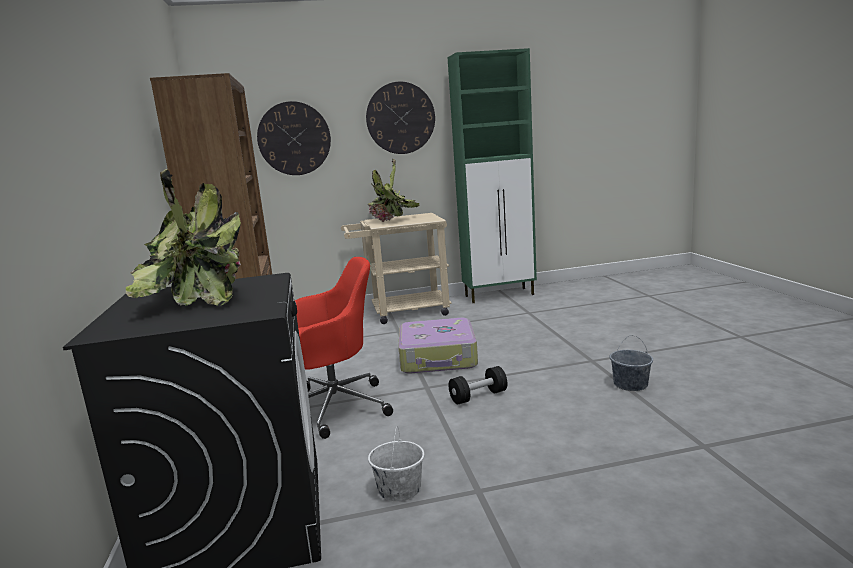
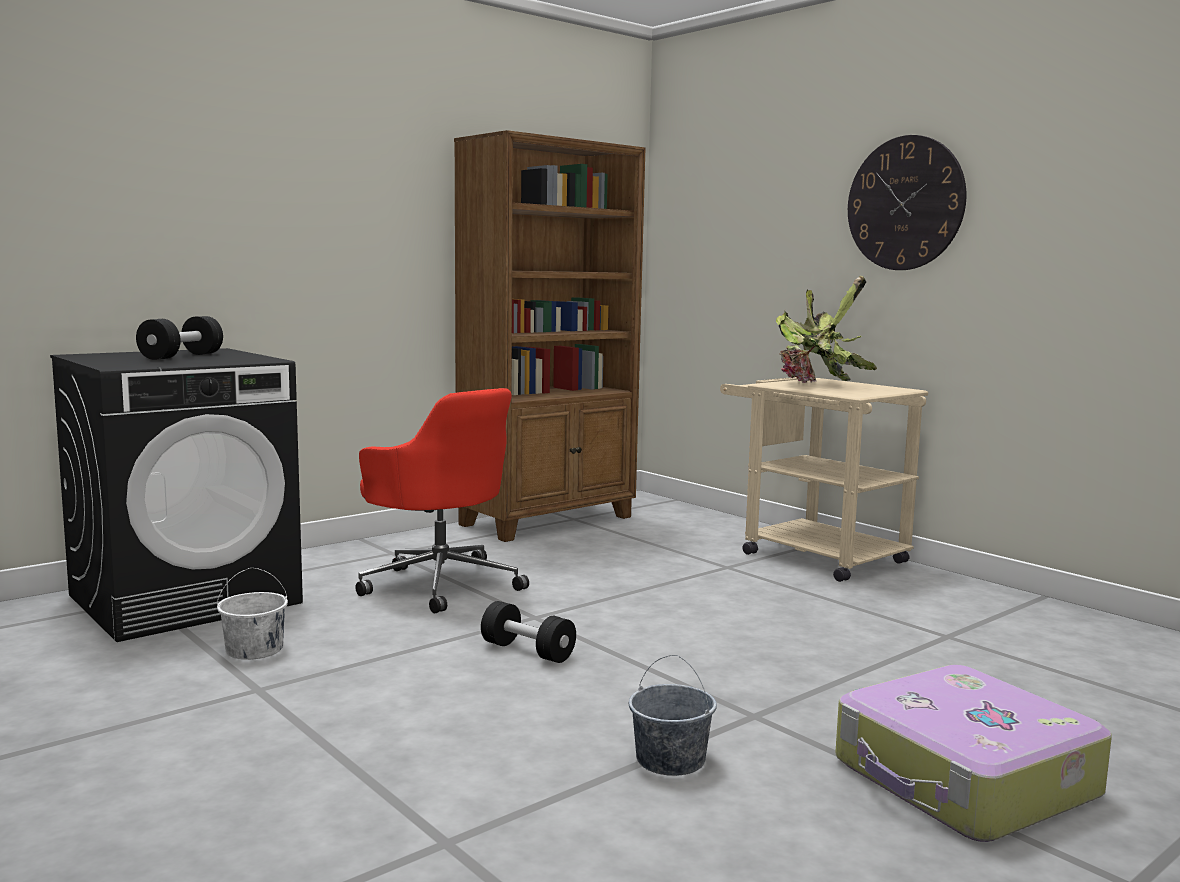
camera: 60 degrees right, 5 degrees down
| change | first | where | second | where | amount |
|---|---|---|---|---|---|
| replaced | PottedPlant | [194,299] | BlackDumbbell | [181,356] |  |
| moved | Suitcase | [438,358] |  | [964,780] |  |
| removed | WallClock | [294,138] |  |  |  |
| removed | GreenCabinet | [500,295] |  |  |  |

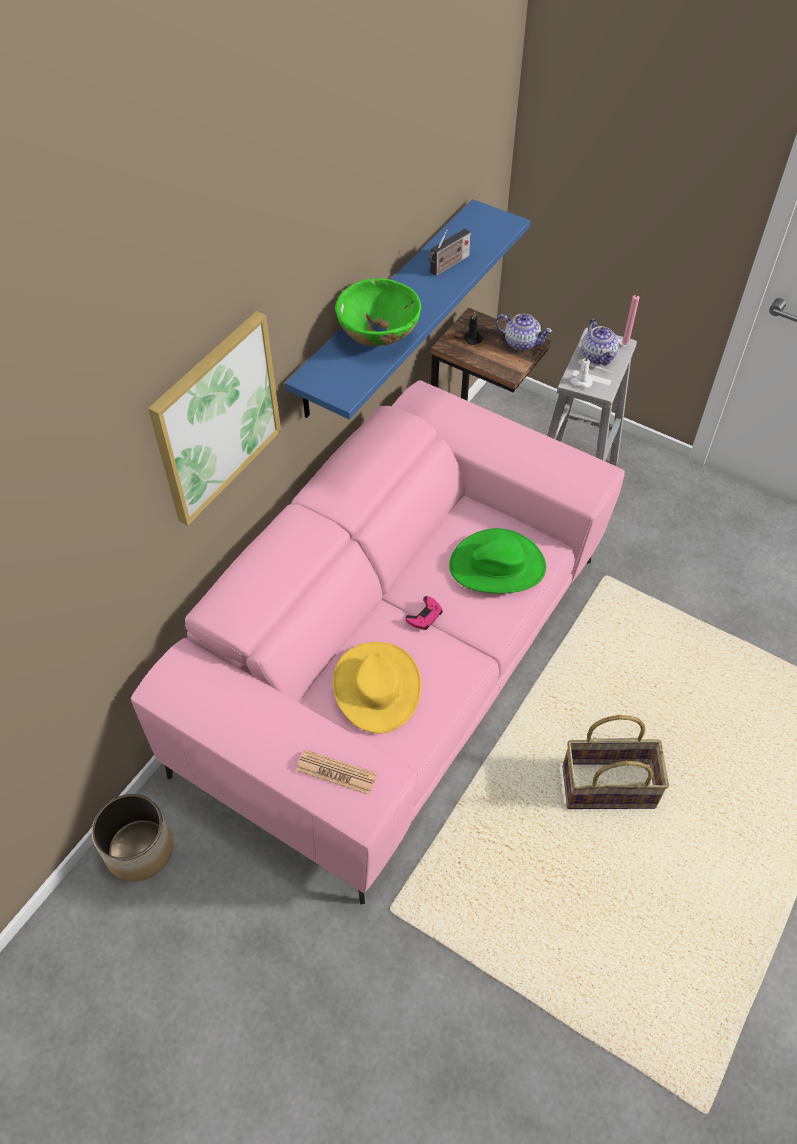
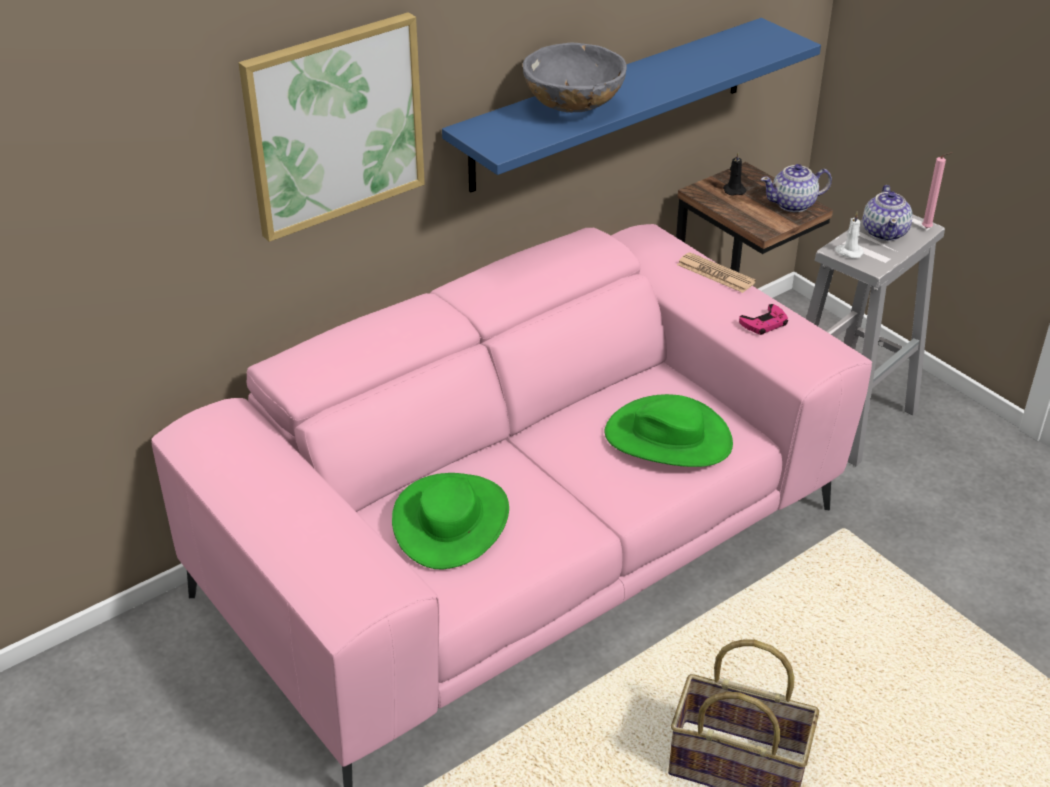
camera: 20 degrees right, 15 degrees down
| change | first | where | second | where | amount |
|---|---|---|---|---|---|
| recoloured | YellowHat | [377,687] | GreenHat | [452,521] |  |
| recoloured | GreenBowl | [379,337] | GreyBowl | [573,110] |  |
| moved | Newspaper | [336,772] |  | [715,273] |  |
| moved | PinkGameController | [425,616] |  | [764,323] |  |
| turned | Teapot | [521,342] |  | [793,204] | 120 degrees clockwise |
| removed | Planter | [139,848] |  |  |  |
| removed | Radio | [448,265] |  |  |  |

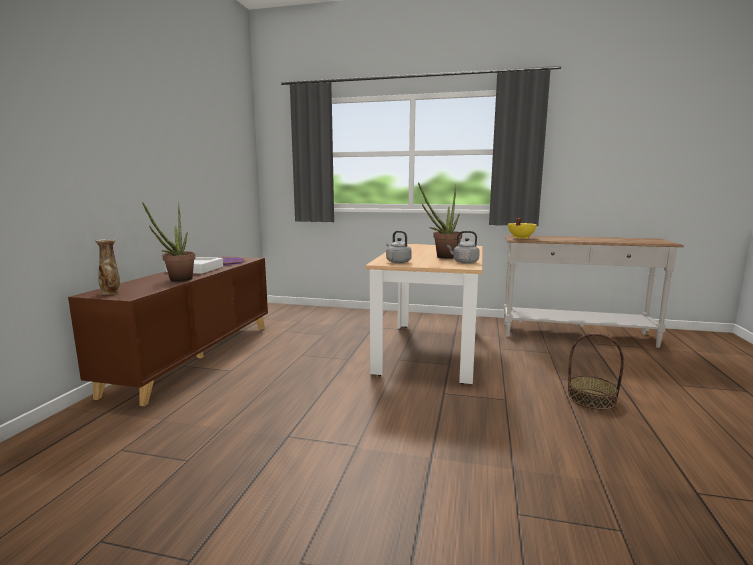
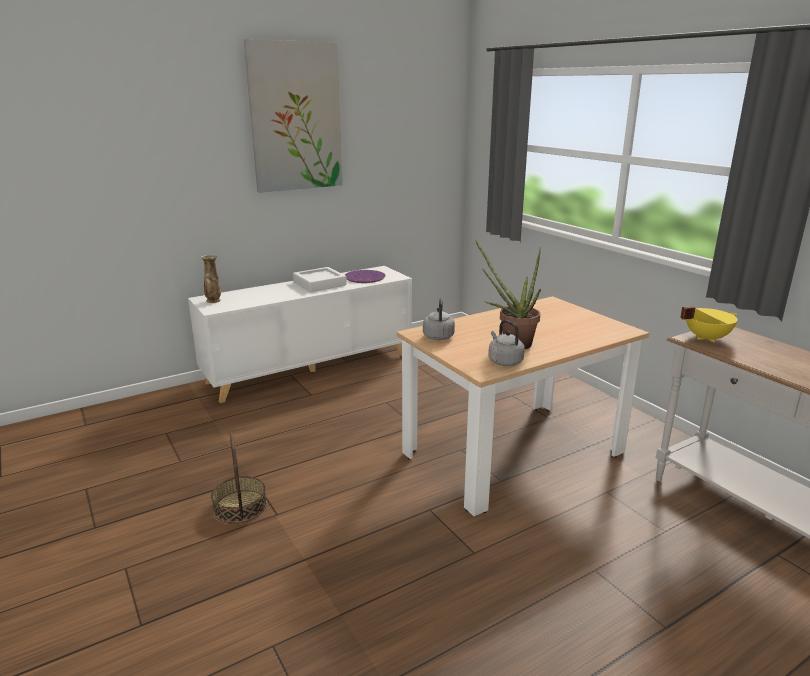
camera: 45 degrees right, 10 degrees up
| change | first | where | second | where | amount |
|---|---|---|---|---|---|
| recoloured | BrownCabinet | [196,356] | WhiteCabinet | [311,368] |  |
| moved | Basket | [591,399] |  | [240,506] |  |
| added |  |  | Picture | [295,117] |  |
| removed | PottedPlant | [177,280] |  |  |  |

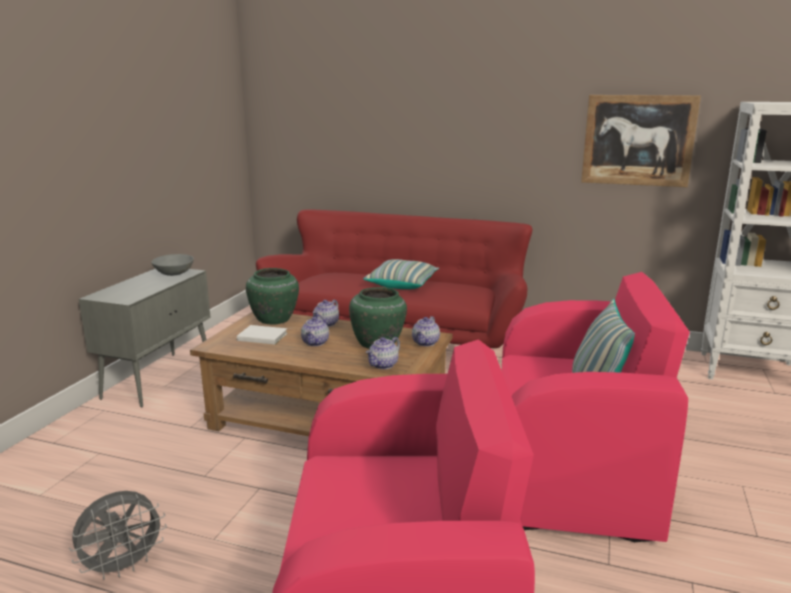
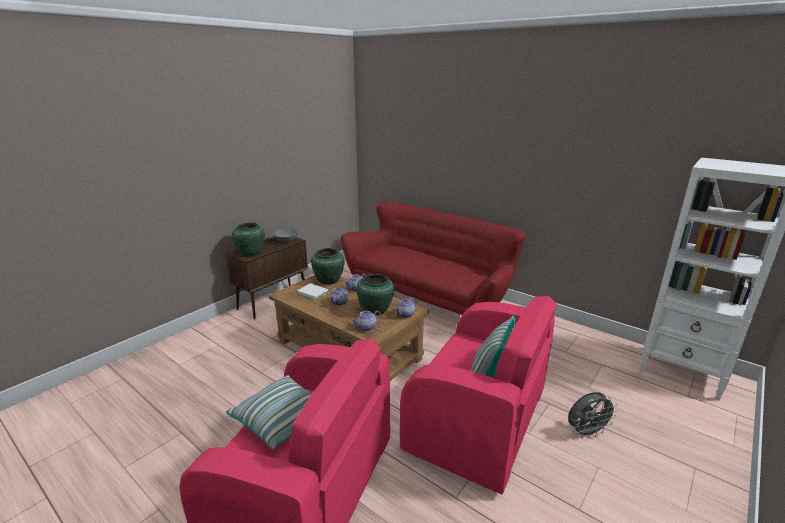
camera: 20 degrees right, 5 degrees up
| change | first | where | second | where | amount |
|---|---|---|---|---|---|
| recoloured | GreyCabinet | [159,378] | BrownCabinet | [274,301] |  |
| moved | Pillow | [402,284] |  | [281,419] |  |
| added |  |  | GreenVase | [251,253] |  |
| moved | GreyFan | [123,567] |  | [586,432] |  |
| removed | Picture | [638,140] |  |  |  |

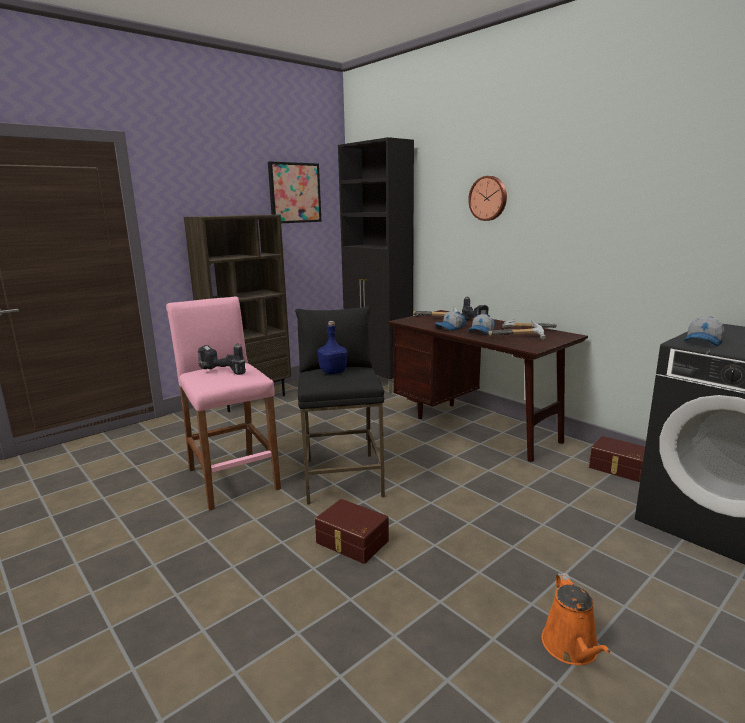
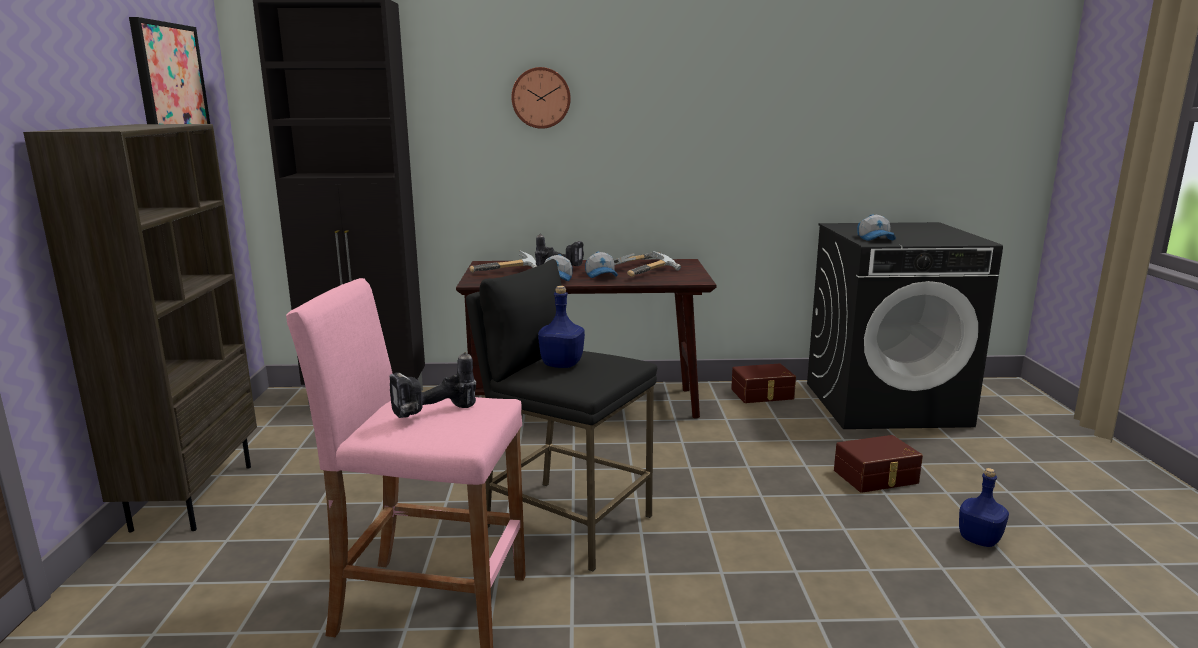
camera: 50 degrees left, 0 degrees up
| change | first | where | second | where | amount |
|---|---|---|---|---|---|
| moved | BrownStorageBox | [351,542] |  | [877,477] |  |
| replaced | OrangeWateringCan | [572,648] | BlueBottle | [979,539] |  |

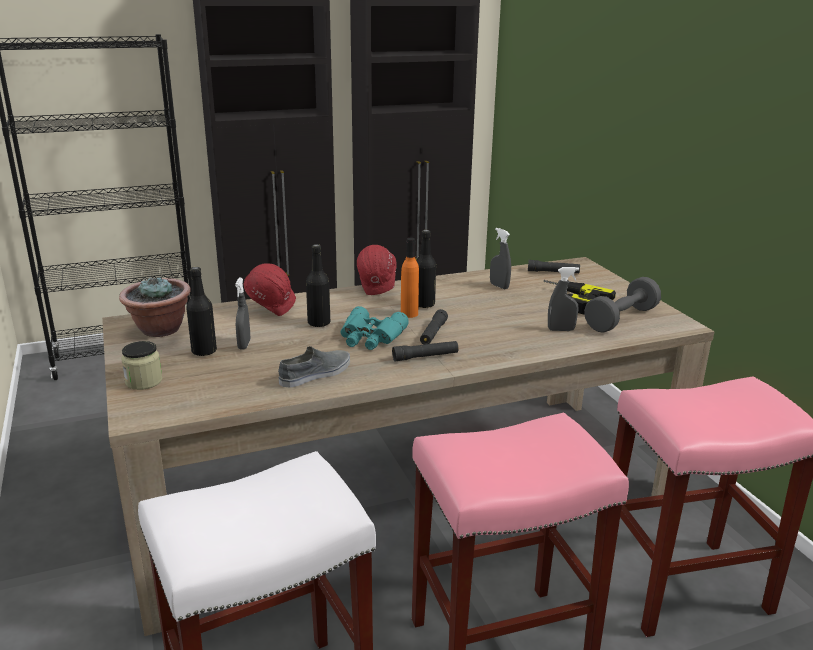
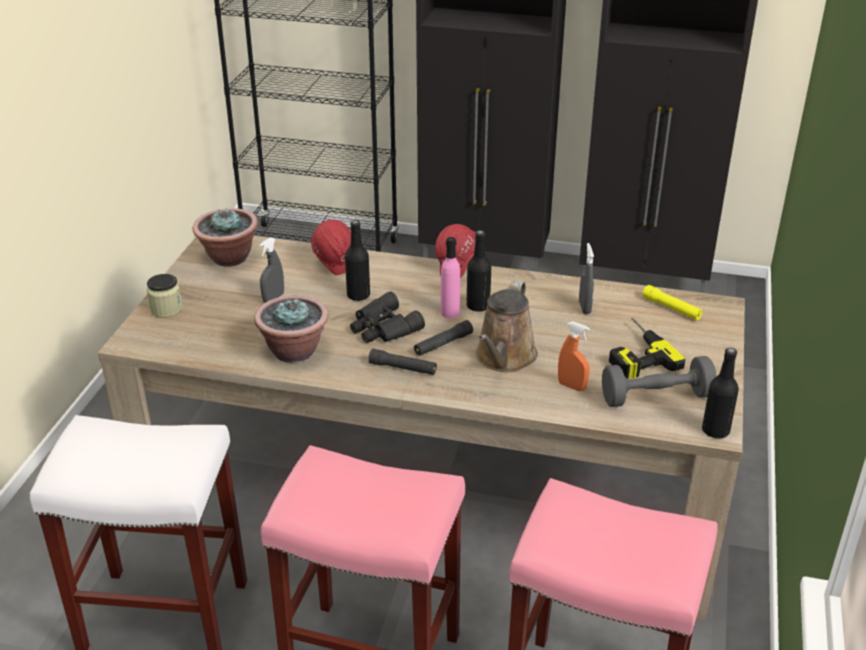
camera: 35 degrees right, 10 degrees up
| change | first | where | second | where | amount |
|---|---|---|---|---|---|
| replaced | GreyShoe | [316,374] | PottedPlant | [294,351] |  |
| recoloured | TurquoiseBinoculars | [370,337] | BlackBinoculars | [383,328] |  |
| recoloured | OrangeBottle | [409,314] | PinkBottle | [450,313] |  |
| added |  |  | BrownWateringCan | [504,358] |  |
| recoloured | GreySprayBottle | [561,330] | OrangeSprayBottle | [571,386] |  |
| recoloured | BlackFlashlight | [553,272] | YellowFlashlight | [671,308] |  |
| moved | BlackBottle | [204,351] |  | [715,431] |  |

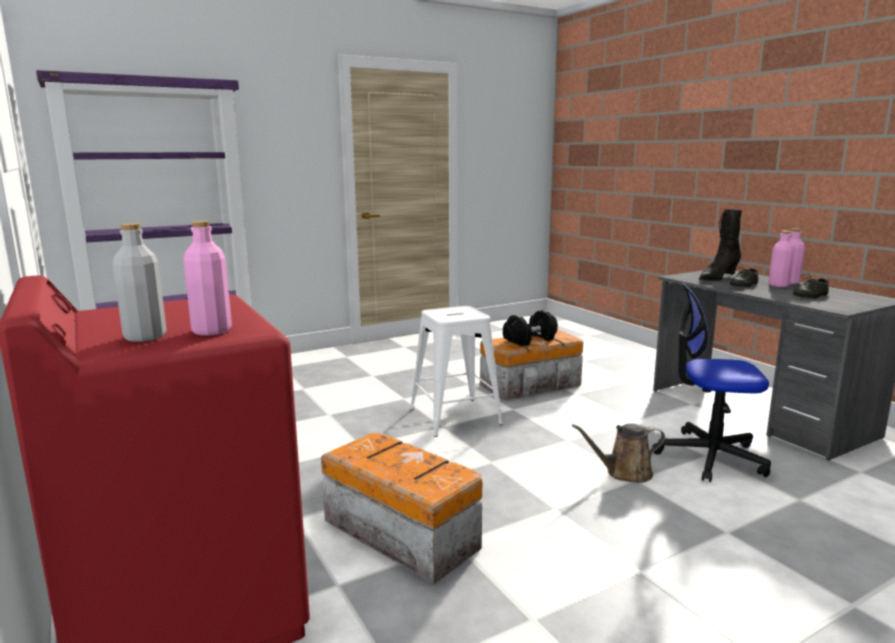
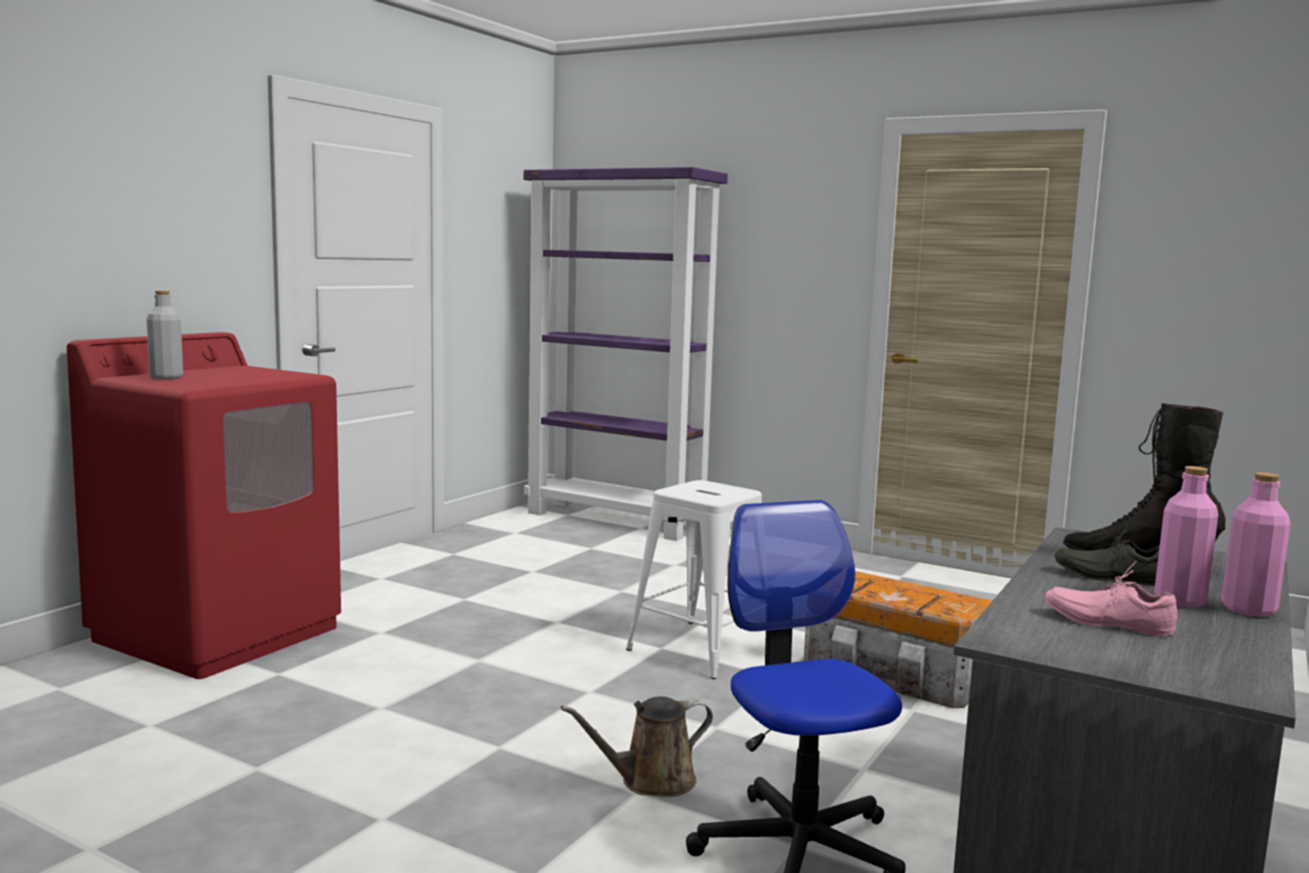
camera: 60 degrees right, 5 degrees down
| change | first | where | second | where | amount |
|---|---|---|---|---|---|
| turned | BrownWateringCan | [624,473] |  | [651,781] | 75 degrees counterclockwise |
| recoloured | GreyShoe | [808,296] | PinkShoe | [1107,621] |  |
| removed | PinkBottle | [212,331] |  |  |  |
| removed | StorageBox | [401,532] |  |  |  |
| removed | BlackDumbbell | [530,340] |  |  |  |

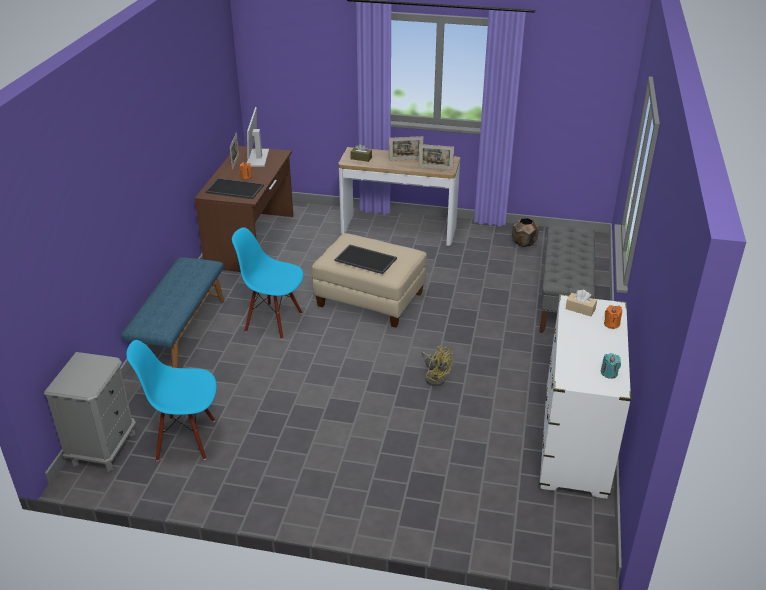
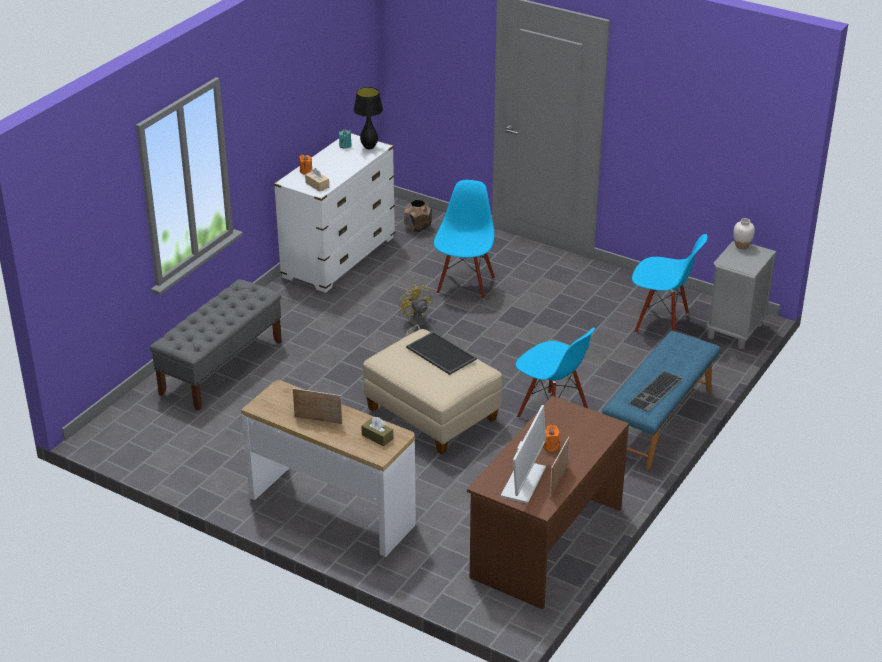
camera: 160 degrees left, 0 degrees up
| change | first | where | second | where | amount |
|---|---|---|---|---|---|
| added |  |  | BlackTableLamp | [369,147] |  |
| moved | BrownPlanter | [523,243] |  | [418,228] |  |
| added |  |  | BlueChair | [464,285] |  |
| added |  |  | Keyboard | [656,392] |  |
| added |  |  | WhiteVase | [742,246] |  |
| removed | Tray | [234,189] |  |  |  |
| removed | PictureFrame | [435,168] |  |  |  |

